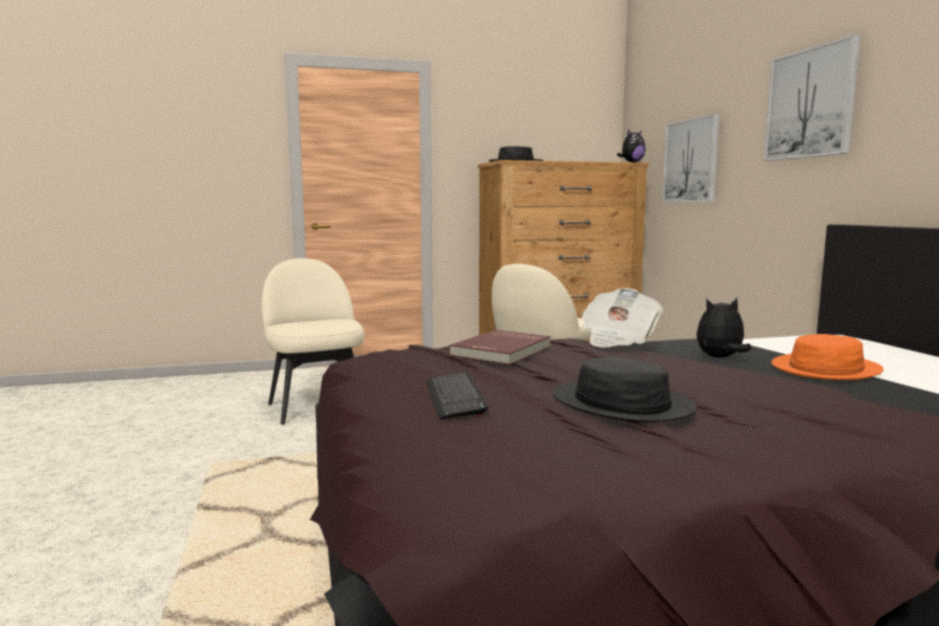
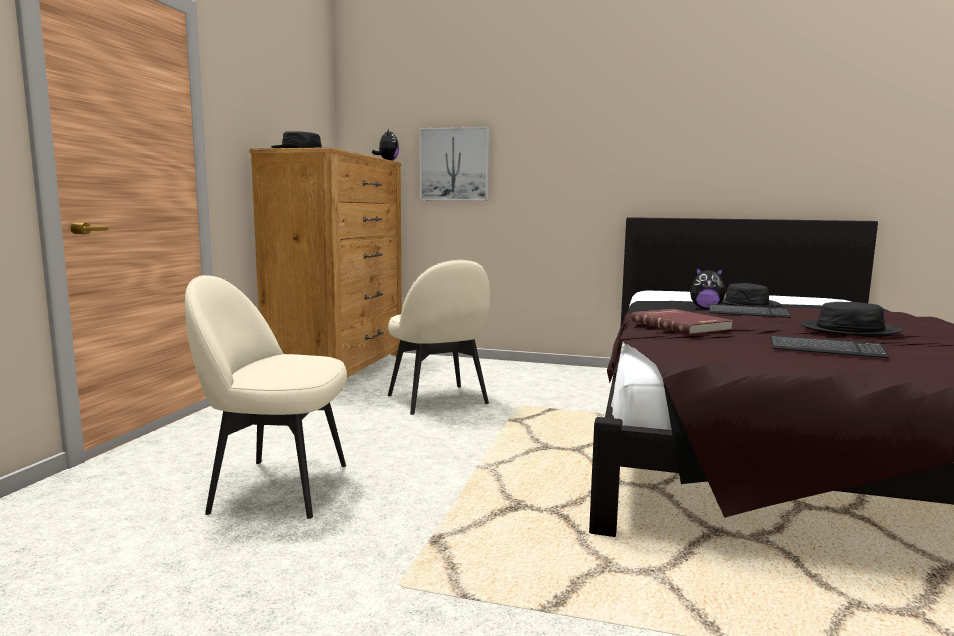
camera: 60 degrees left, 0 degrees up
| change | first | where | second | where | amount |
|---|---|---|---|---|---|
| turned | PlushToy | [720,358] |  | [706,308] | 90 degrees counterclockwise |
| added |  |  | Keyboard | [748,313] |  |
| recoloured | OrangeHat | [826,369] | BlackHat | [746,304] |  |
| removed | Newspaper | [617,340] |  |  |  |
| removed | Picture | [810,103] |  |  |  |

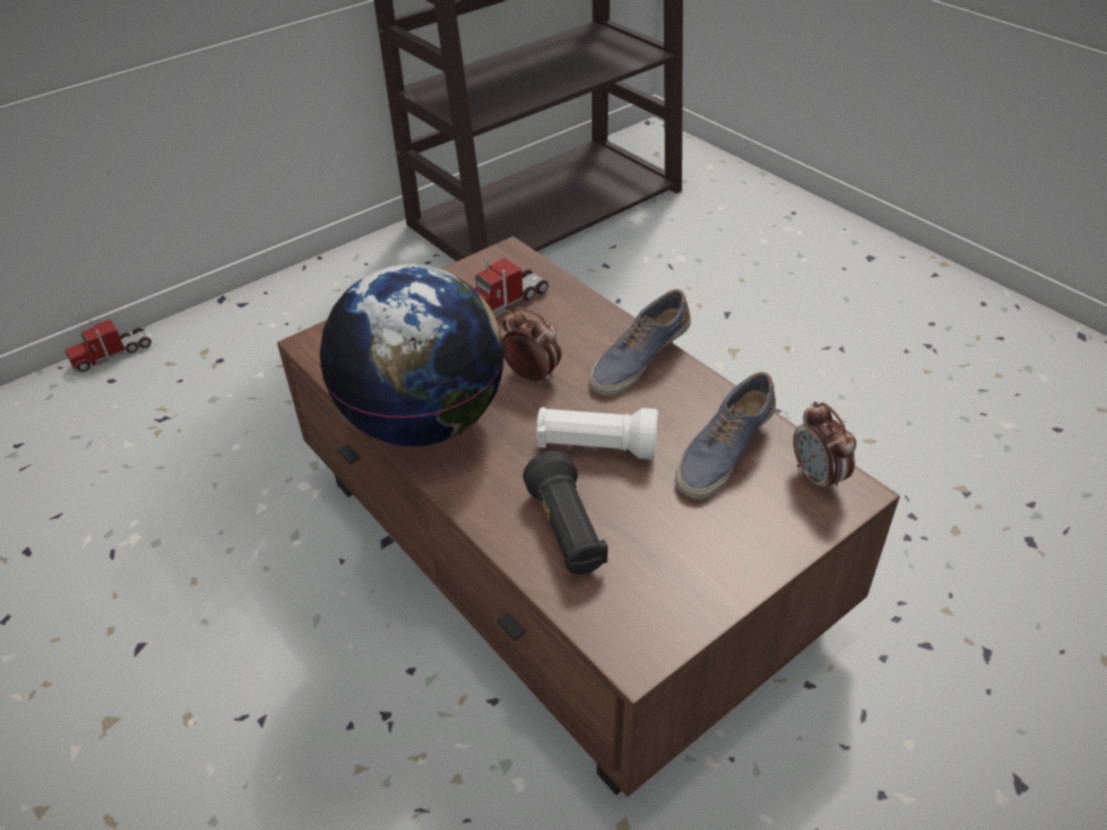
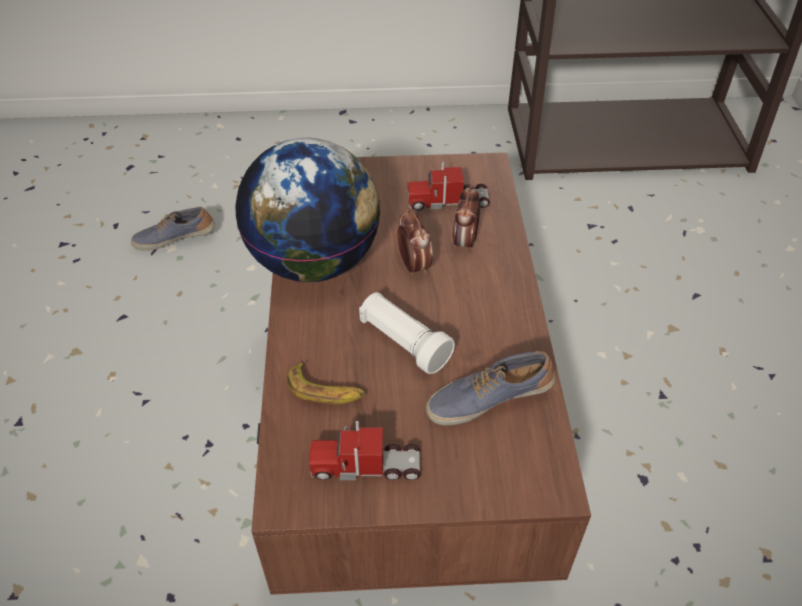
camera: 35 degrees right, 5 degrees up
| change | first | where | second | where | amount |
|---|---|---|---|---|---|
| moved | Shoe | [638,360] |  | [175,238] |  |
| replaced | BlackFlashlight | [567,532] | Banana | [326,390] |  |
| moved | ToyTruck | [112,354] |  | [366,466] |  |
| moved | AlarmClock | [817,478] |  | [464,243] |  |

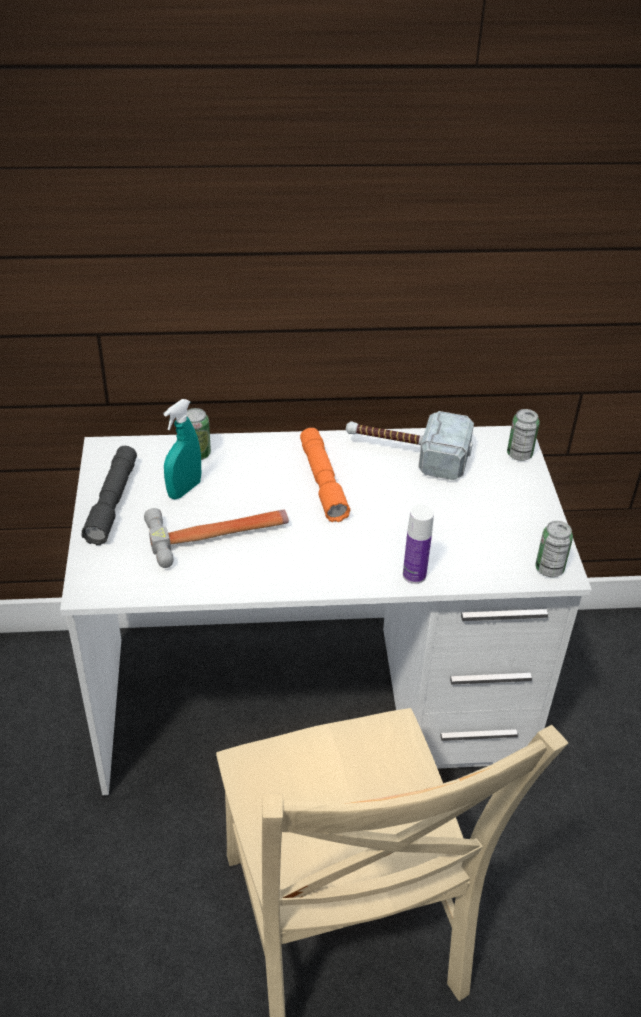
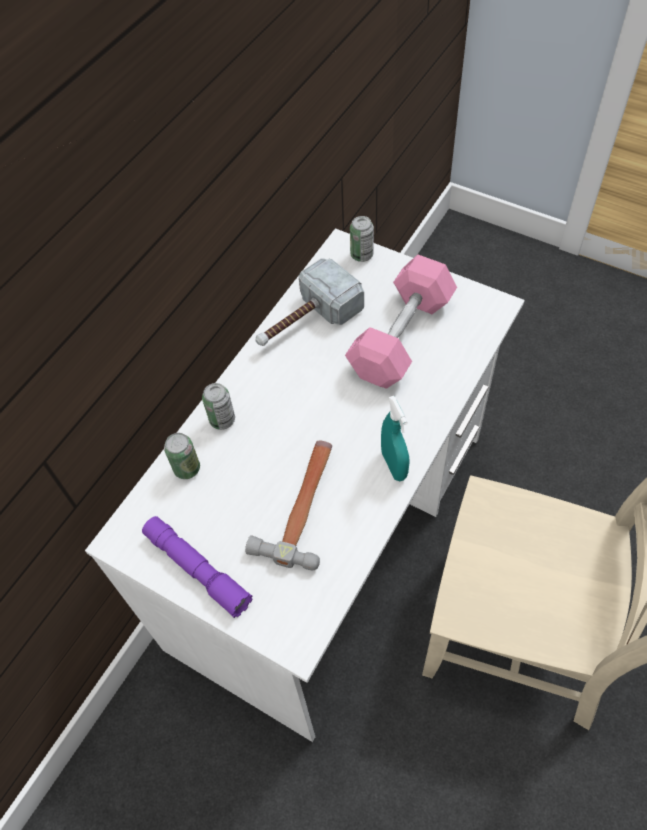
camera: 50 degrees left, 15 degrees up
| change | first | where | second | where | amount |
|---|---|---|---|---|---|
| recoloured | GreyFlashlight | [112,502] | PurpleFlashlight | [197,569] |  |
| moved | Can | [549,569] |  | [222,420] |  |
| added |  |  | PinkDumbbell | [401,337] |  |
| moved | TurquoiseSprayBottle | [184,489] |  | [394,465] |  |
| removed | OrangeFlashlight | [322,481] |  |  |  |
| removed | Bottle | [414,575] |  |  |  |

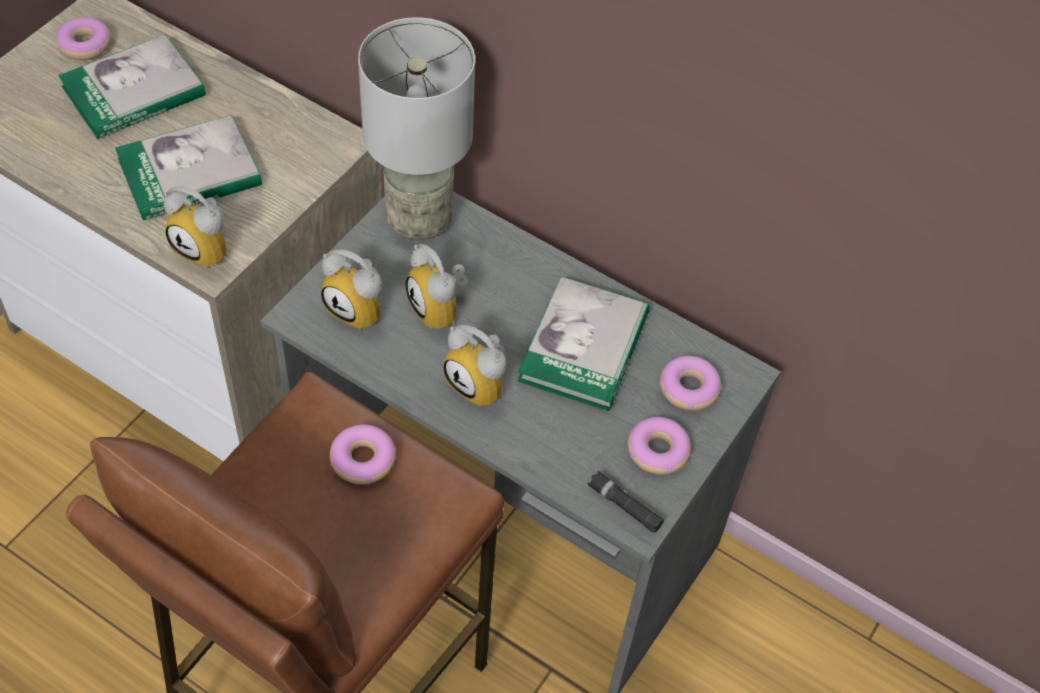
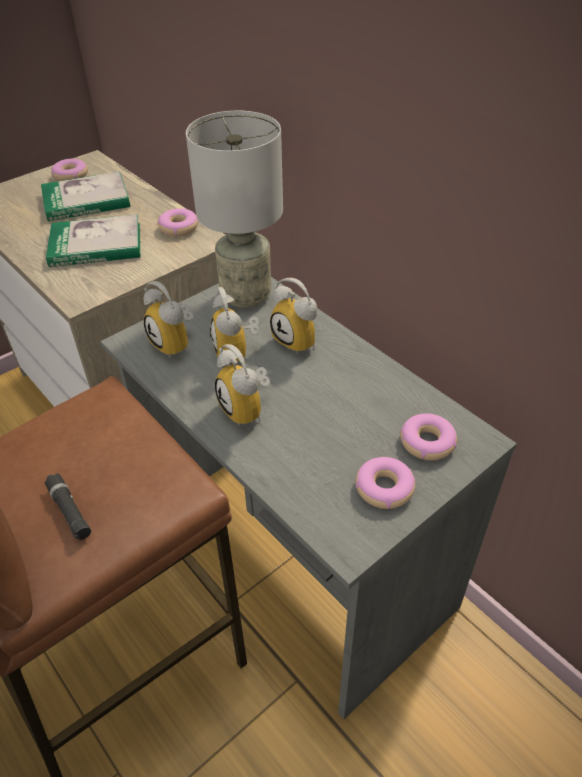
camera: 20 degrees right, 10 degrees down
| change | first | where | second | where | amount |
|---|---|---|---|---|---|
| moved | BlackFlashlight | [624,506] |  | [69,510] |  |
| moved | Donut | [362,459] |  | [179,228] |  |
| moved | AlarmClock | [207,248] |  | [300,340] |  |
| removed | Book | [584,347] |  |  |  |

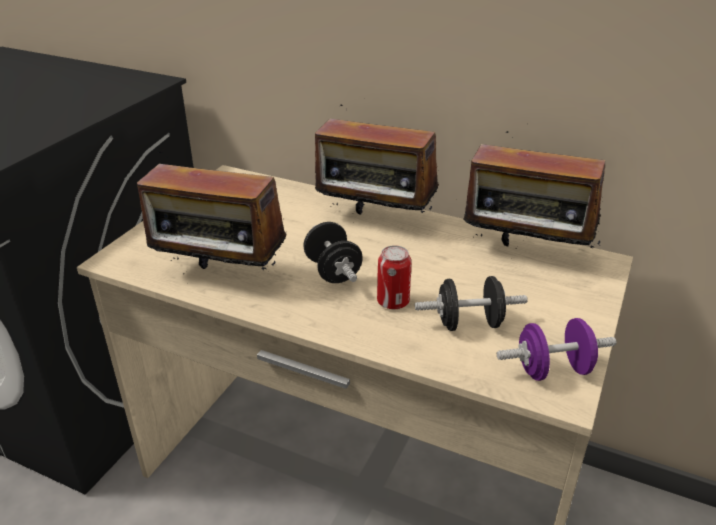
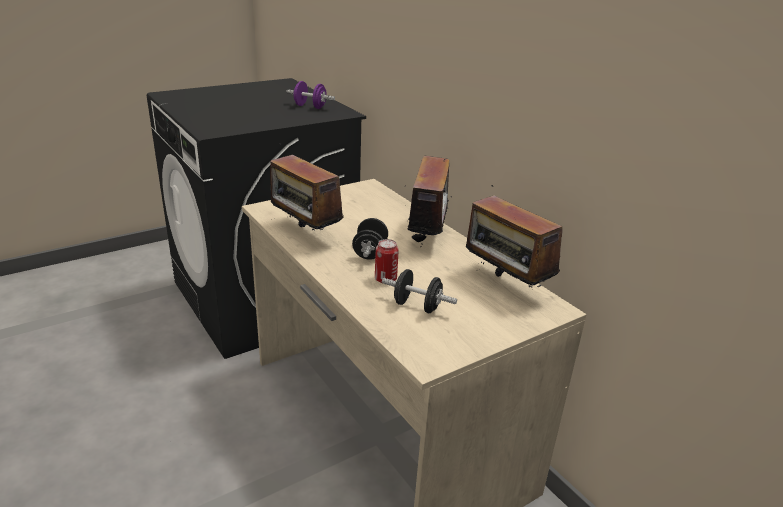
camera: 30 degrees right, 5 degrees down
| change | first | where | second | where | amount |
|---|---|---|---|---|---|
| moved | PurpleDumbbell | [552,370] |  | [310,107] |  |
| turned | Radio | [374,222] |  | [428,236] | 135 degrees counterclockwise |

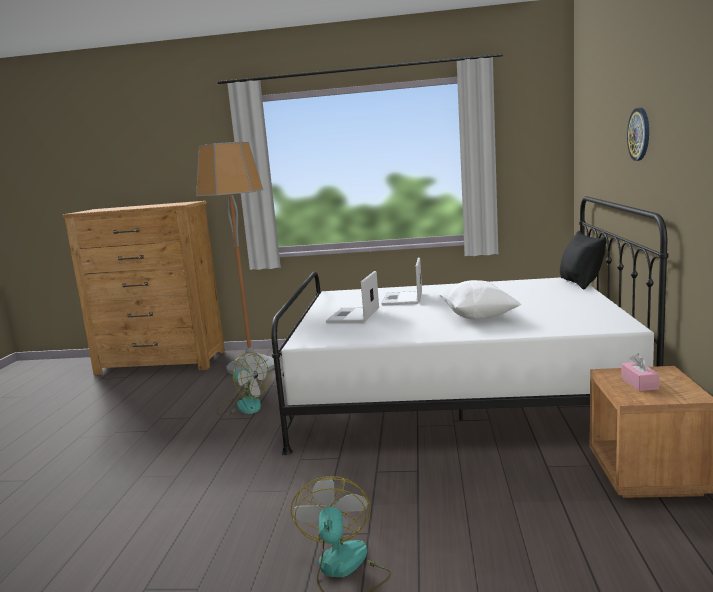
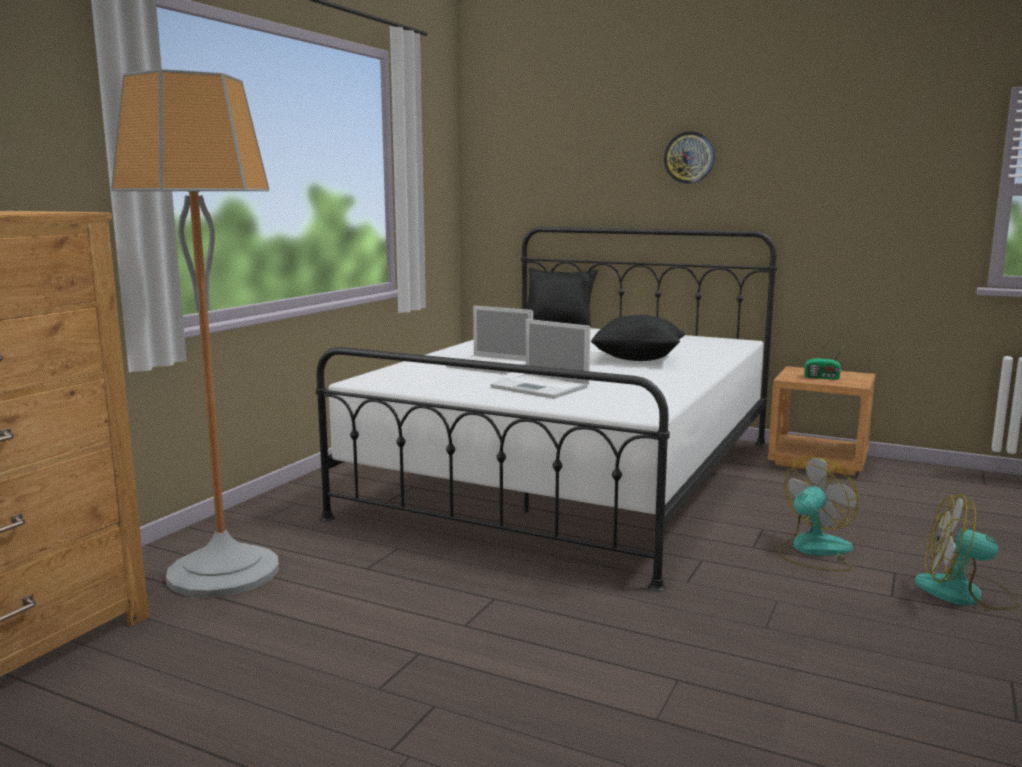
camera: 70 degrees left, 0 degrees up
| change | first | where | second | where | amount |
|---|---|---|---|---|---|
| recoloured | WhitePillow | [478,317] | BlackPillow | [638,359] |  |
| moved | Fan | [243,406] |  | [813,551] |  |
| replaced | PinkTissueBox | [639,383] | Radio | [822,378] |  |

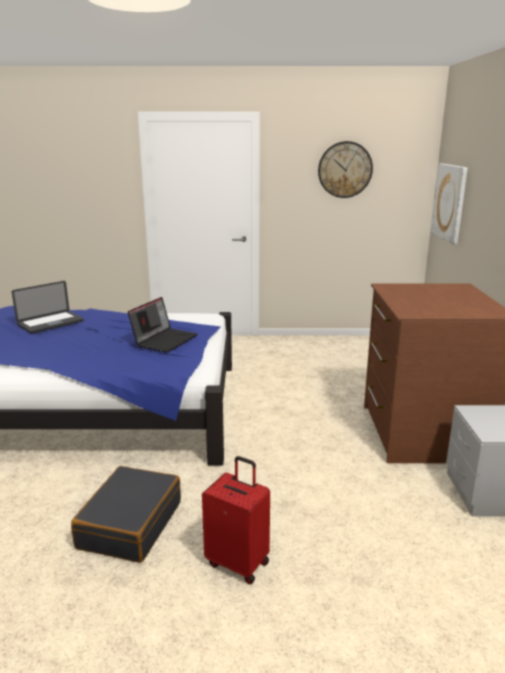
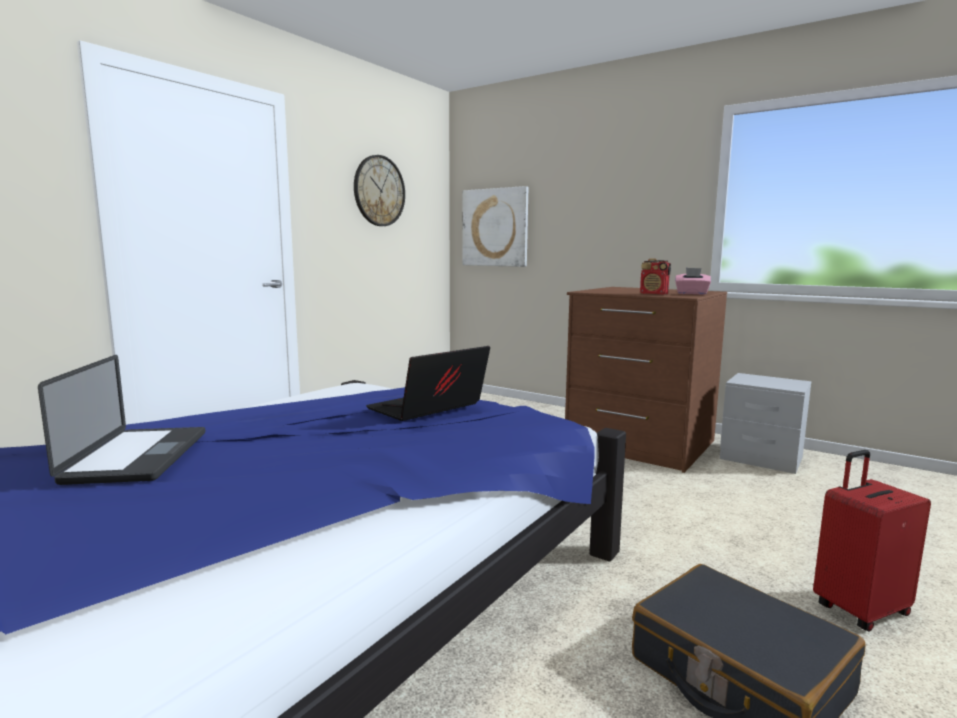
camera: 55 degrees left, 10 degrees down
| change | first | where | second | where | amount |
|---|---|---|---|---|---|
| turned | Laptop | [165,340] |  | [427,409] | 105 degrees counterclockwise |
| added |  |  | Radio | [654,294] |  |
| added |  |  | PinkTissueBox | [691,294] |  |

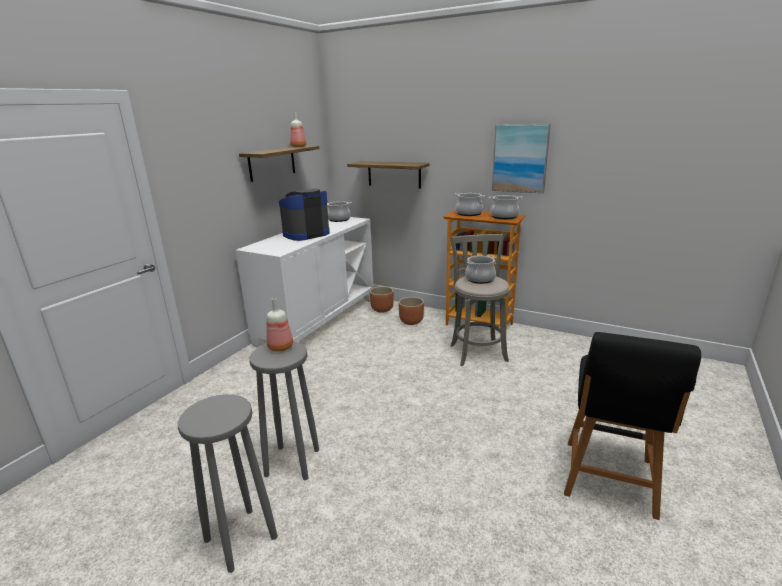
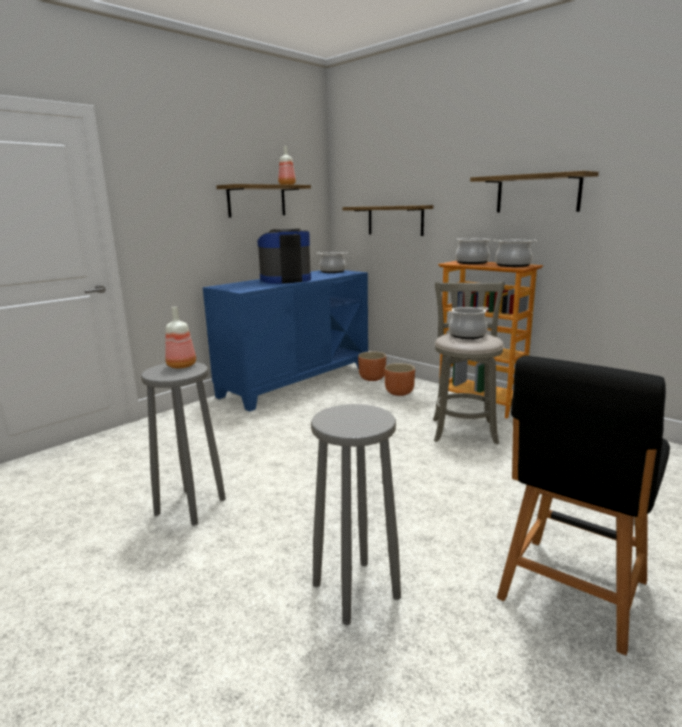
camera: 15 degrees right, 5 degrees down
| change | first | where | second | where | amount |
|---|---|---|---|---|---|
| recoloured | WhiteCabinet | [318,320] | BlueCabinet | [296,382] |  |
| moved | GreyStool | [240,538] |  | [355,590] |  |
| replaced | Picture | [520,158] | Shelf | [537,193] |  |

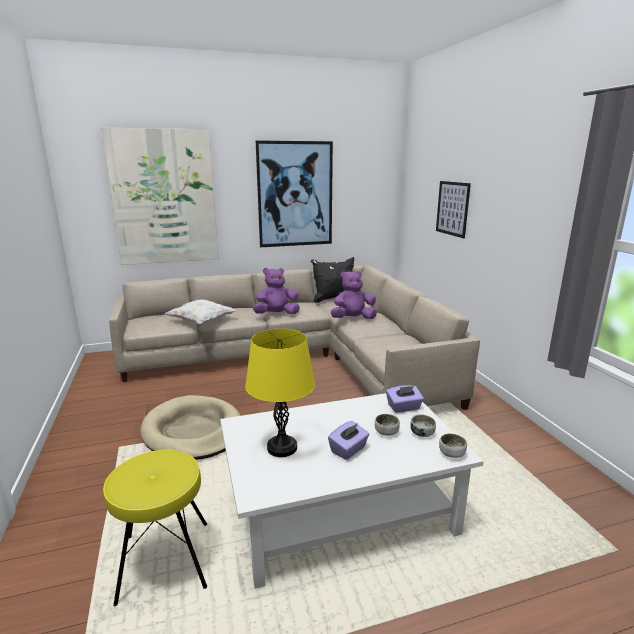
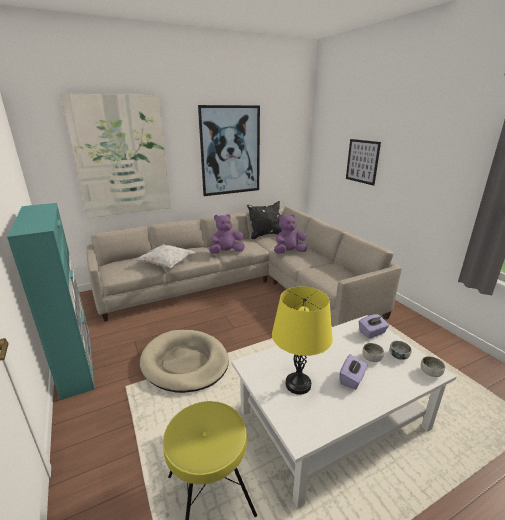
camera: 10 degrees left, 5 degrees up
| change | first | where | second | where | amount |
|---|---|---|---|---|---|
| added |  |  | TurquoiseCabinet | [76,363] |  |

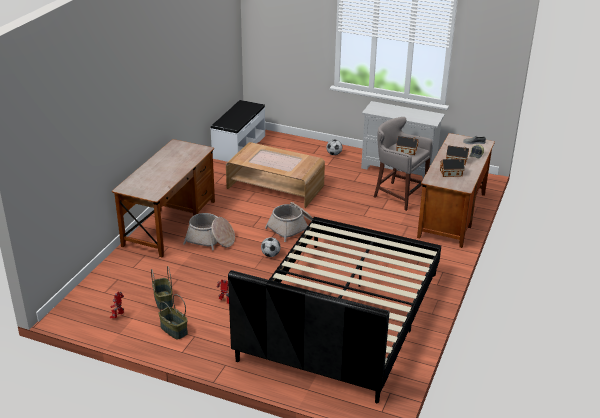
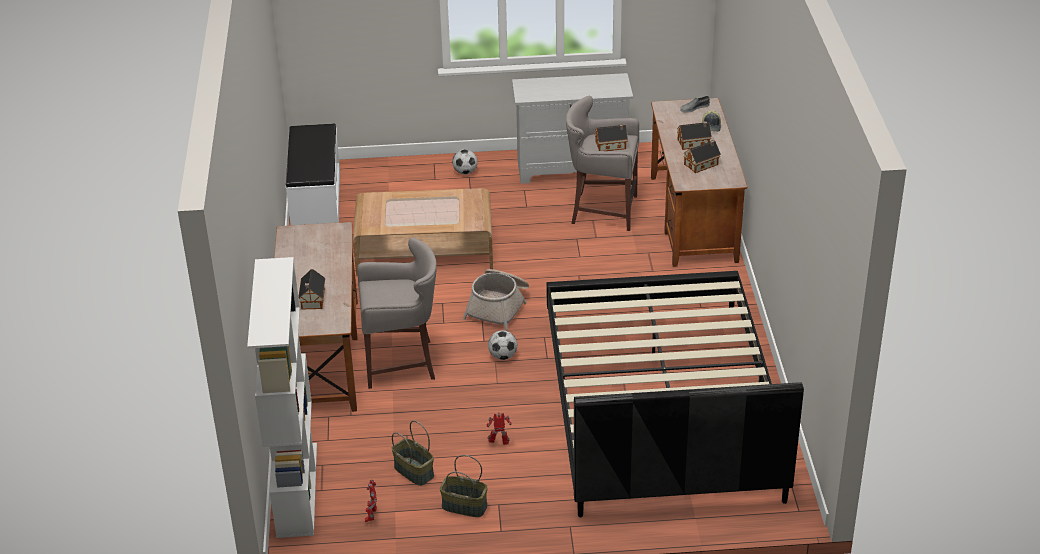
camera: 25 degrees left, 5 degrees up
| change | first | where | second | where | amount |
|---|---|---|---|---|---|
| added |  |  | WhiteBookcase | [296,489] |  |
| added |  |  | ToyHouse | [312,300] |  |
| replaced | Basket | [210,240] | GreyStool | [402,362] |  |

